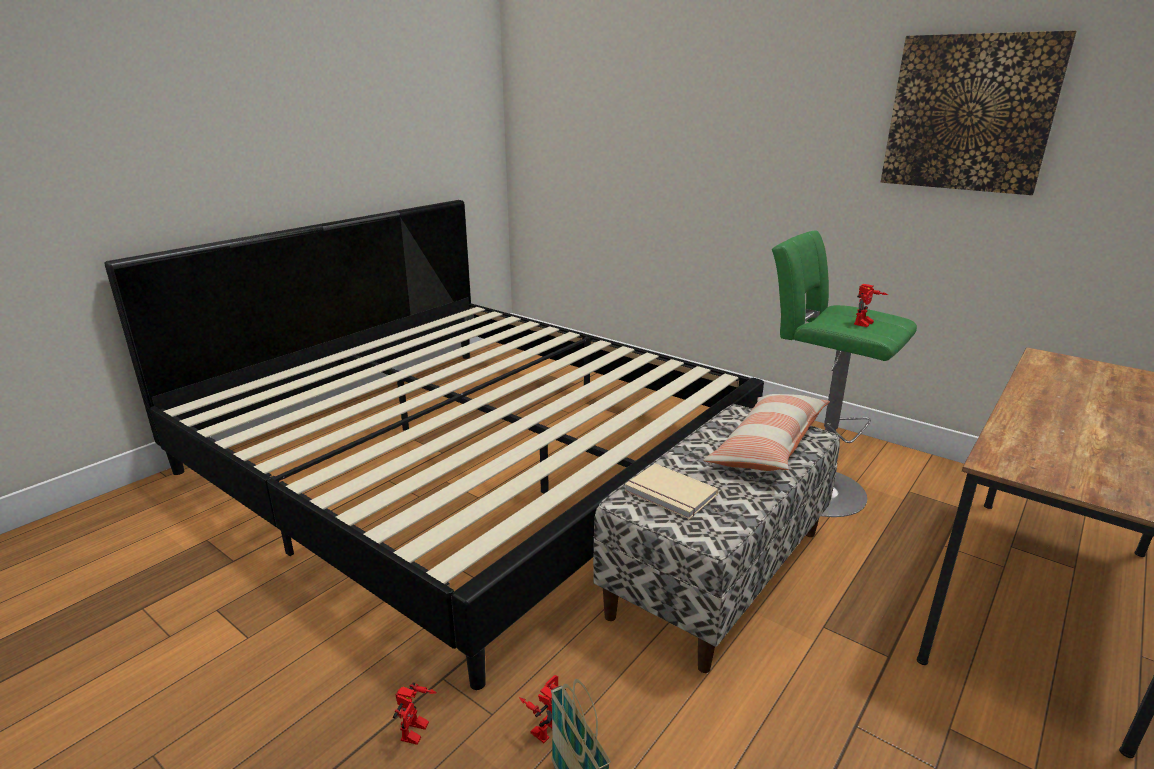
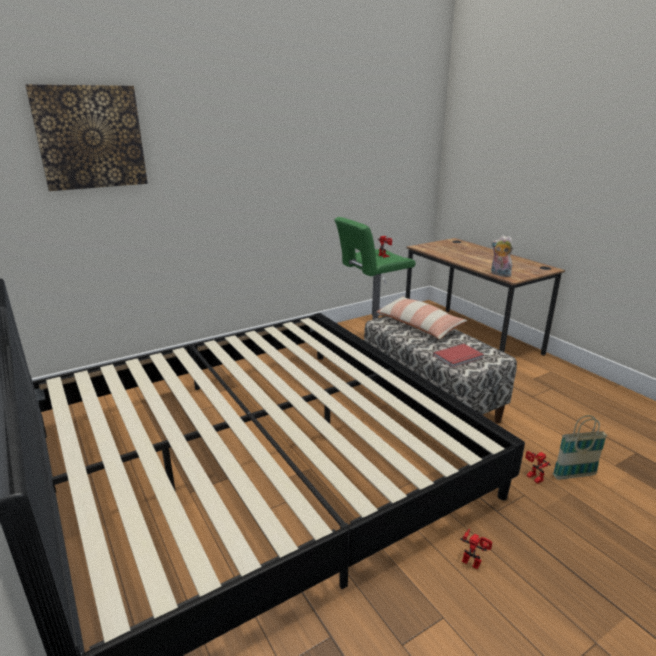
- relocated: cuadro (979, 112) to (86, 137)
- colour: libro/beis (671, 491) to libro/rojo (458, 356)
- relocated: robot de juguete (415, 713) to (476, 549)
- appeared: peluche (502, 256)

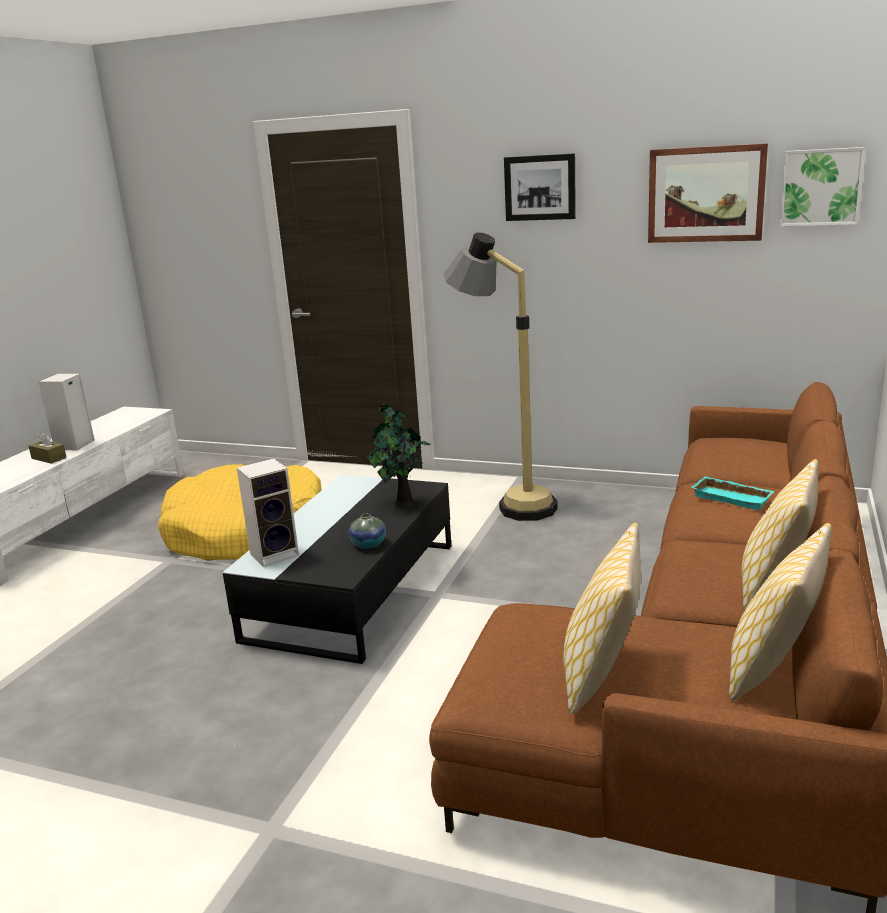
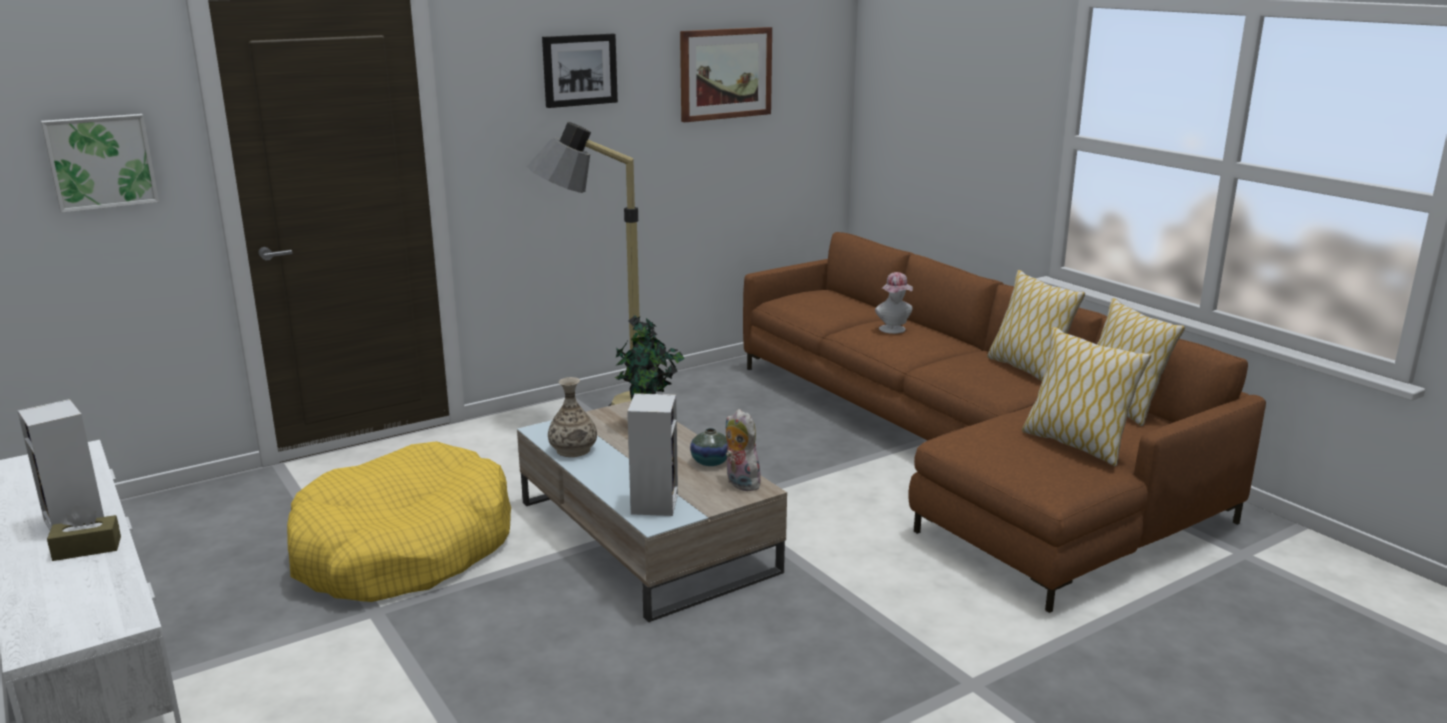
- relocated: cuadro (823, 186) to (100, 163)
- colour: mesa de centro/negro (337, 569) to mesa de centro/beis (652, 511)
- appeared: florero (572, 417)
- appeared: peluche (743, 450)
- exchanged: bandeja/turquesa (733, 493) to sombrero (894, 303)

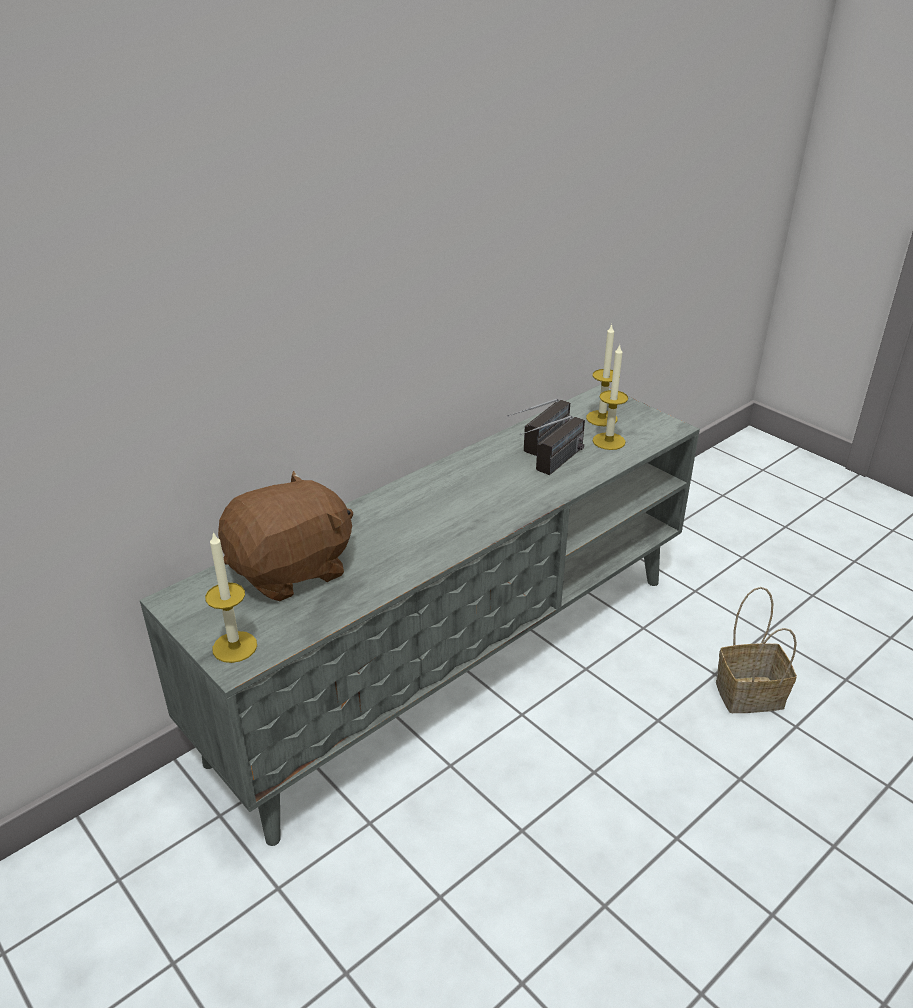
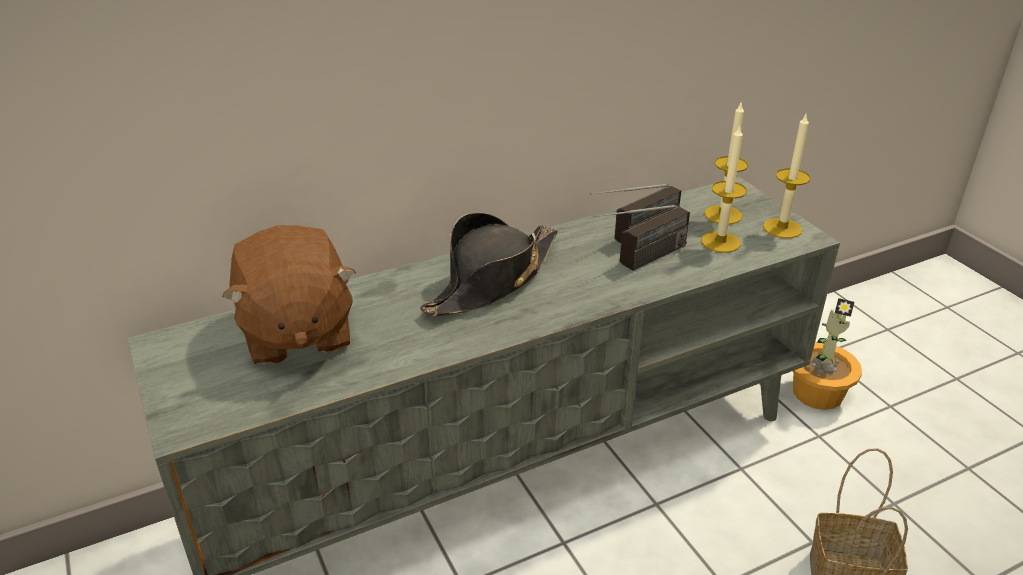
- spun: peluche/marrón (285, 536) = (289, 295) 90 degrees clockwise
- appeared: sombrero/negro (489, 264)
- relocated: vela (231, 597) to (787, 176)
- appeared: planta en maceta (827, 354)

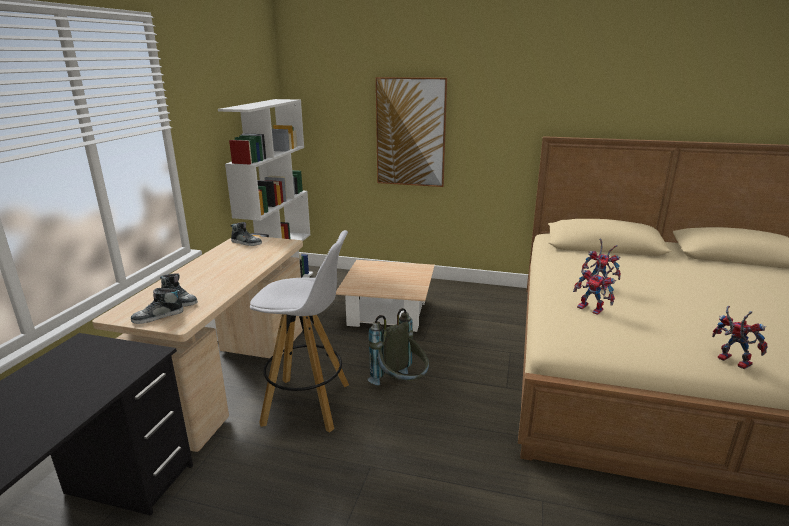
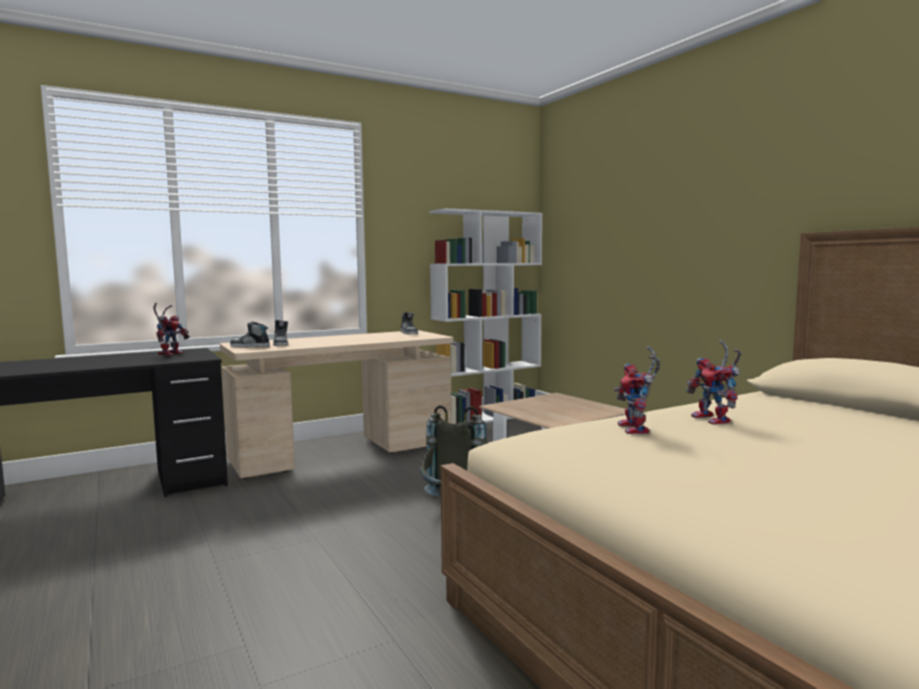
- relocated: robot de juguete (739, 337) to (171, 329)
- missing: taburete/blanco (299, 331)
- missing: cuadro (411, 132)

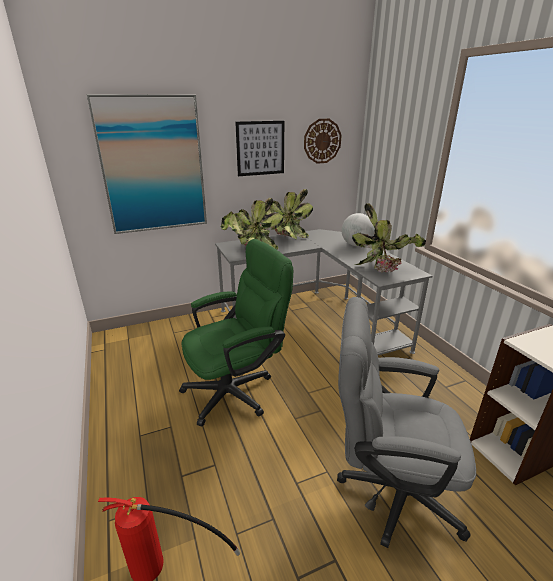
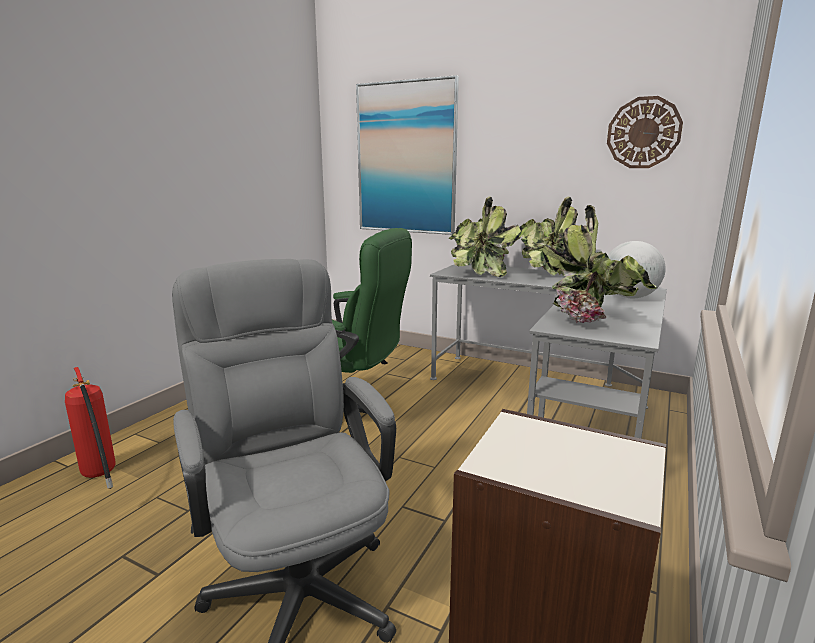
- missing: cuadro (259, 148)

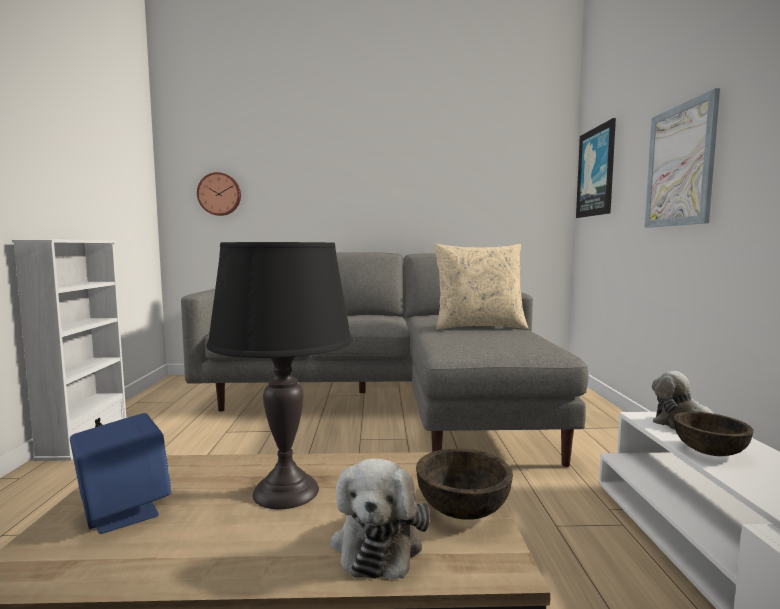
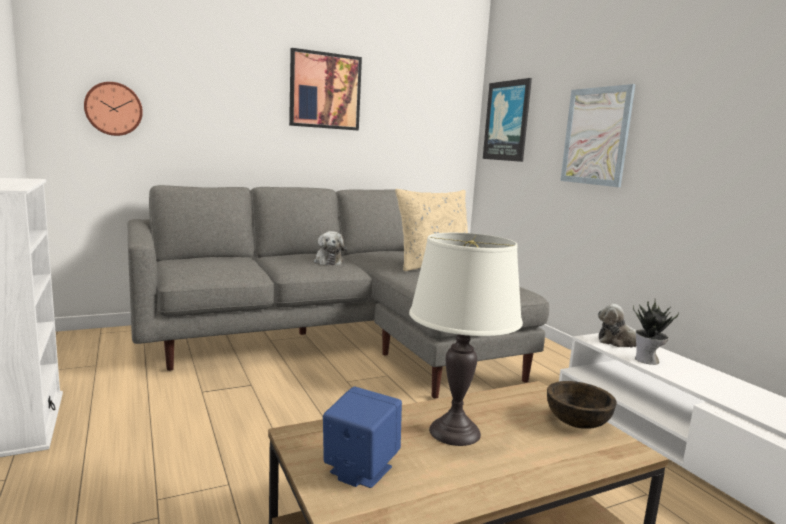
- appeared: cuadro (325, 89)
- relocated: peluche (380, 518) to (330, 248)
- colour: lámpara de mesa/negro (279, 375) to lámpara de mesa/blanco (466, 339)
- exchanged: cuenco/marrón (714, 433) to planta en maceta (656, 332)

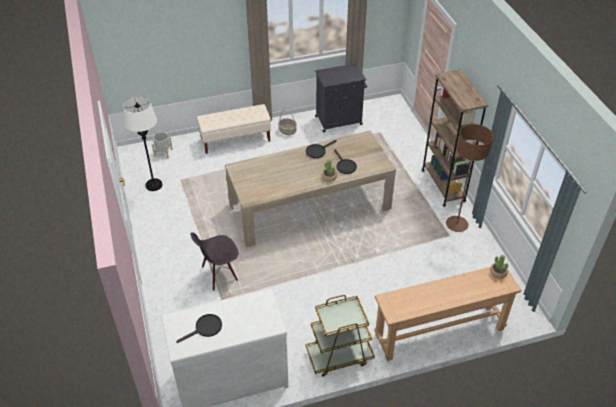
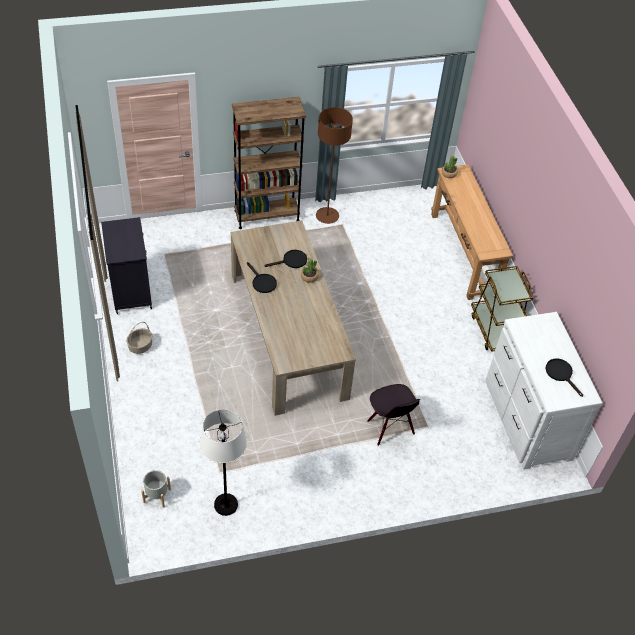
- missing: banco/beis (234, 129)

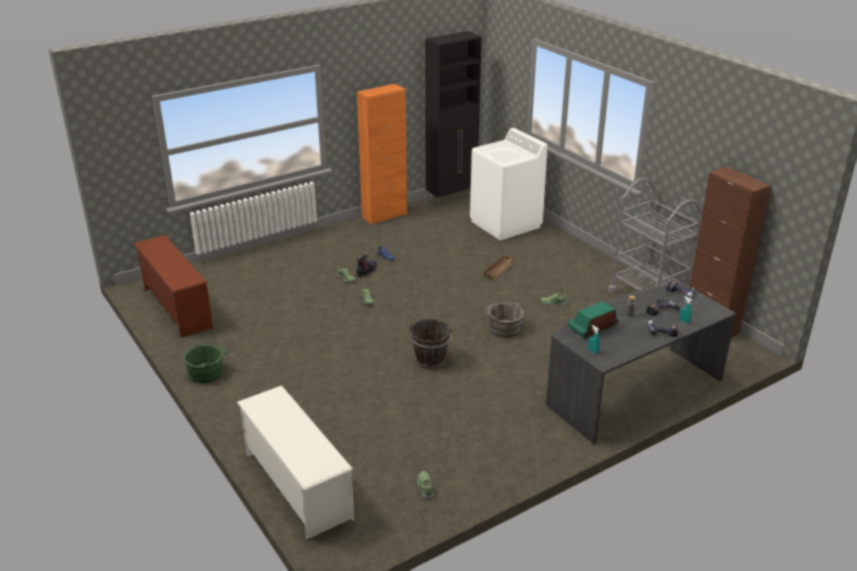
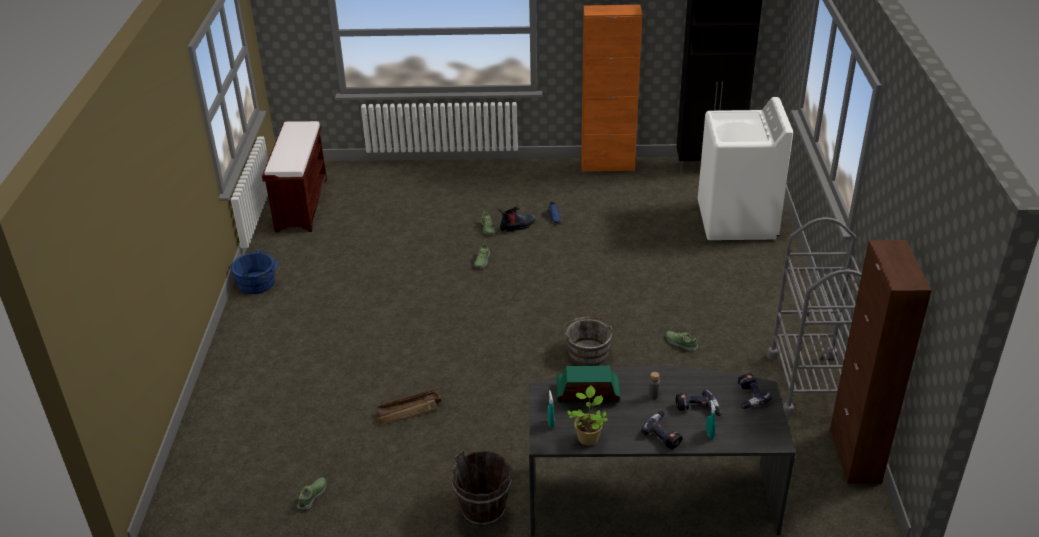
- colour: cubo/verde (205, 363) to cubo/azul (255, 271)
- exchanged: zapatero/marrón (173, 286) to banco/marrón (294, 176)
- relocated: caja de embalaje (498, 267) to (409, 407)
- relocated: cubo/marrón (431, 344) to (481, 488)
- appeared: planta en maceta (587, 415)
- missing: zapatero/blanco (295, 462)

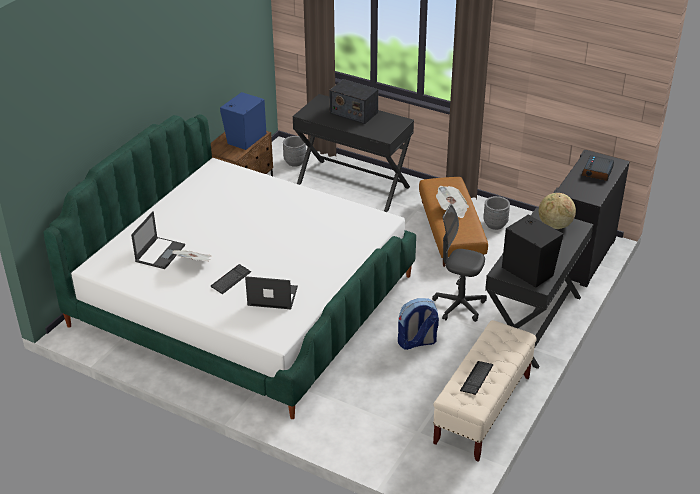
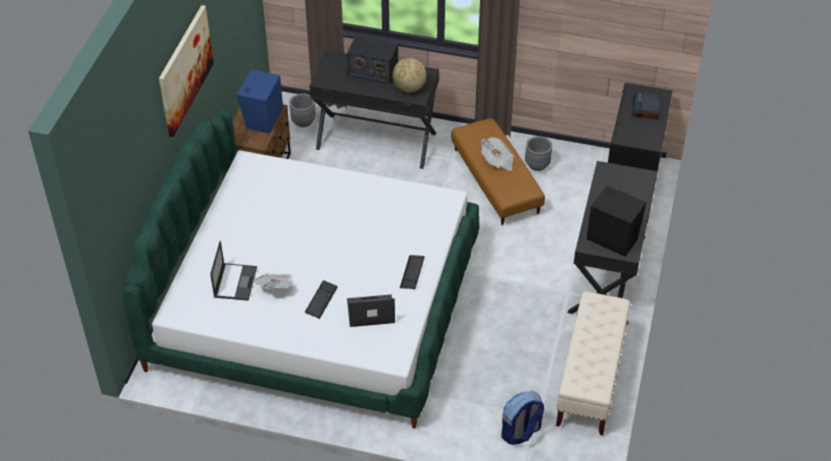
- appeared: cuadro (186, 71)
- relocated: globo terráqueo (557, 211) to (409, 75)
- relocated: teclado (476, 378) to (412, 272)
- relocated: mochila (418, 324) to (522, 418)
- missing: silla de oficina/gris (459, 263)

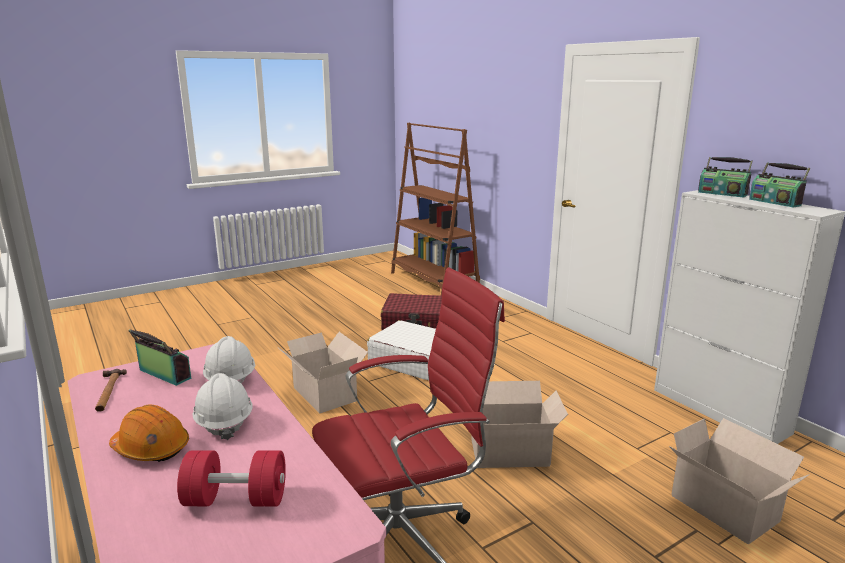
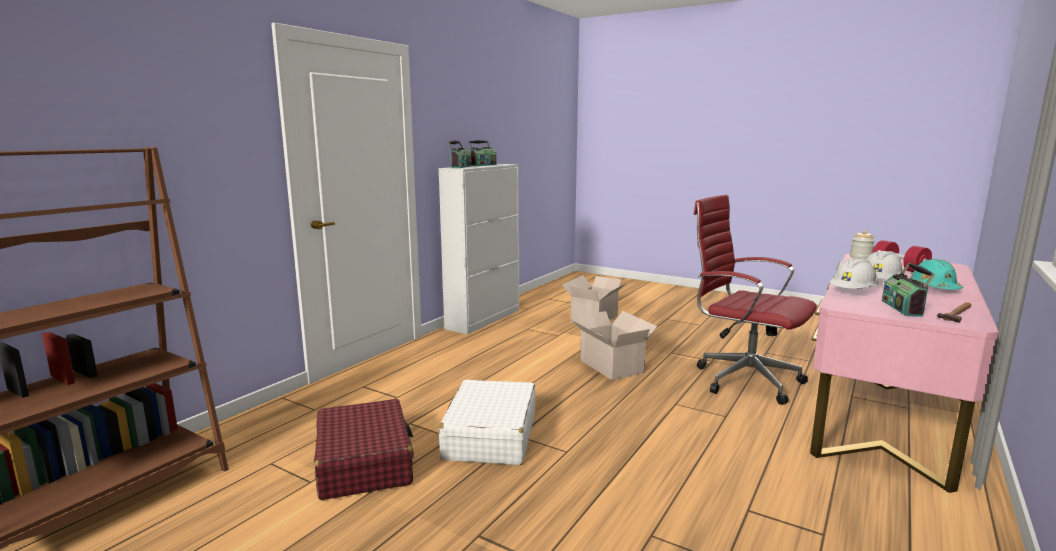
- appeared: tarro (862, 244)
- colour: casco/naranja (149, 433) to casco/turquesa (936, 274)
- missing: caja de cartón (322, 372)

